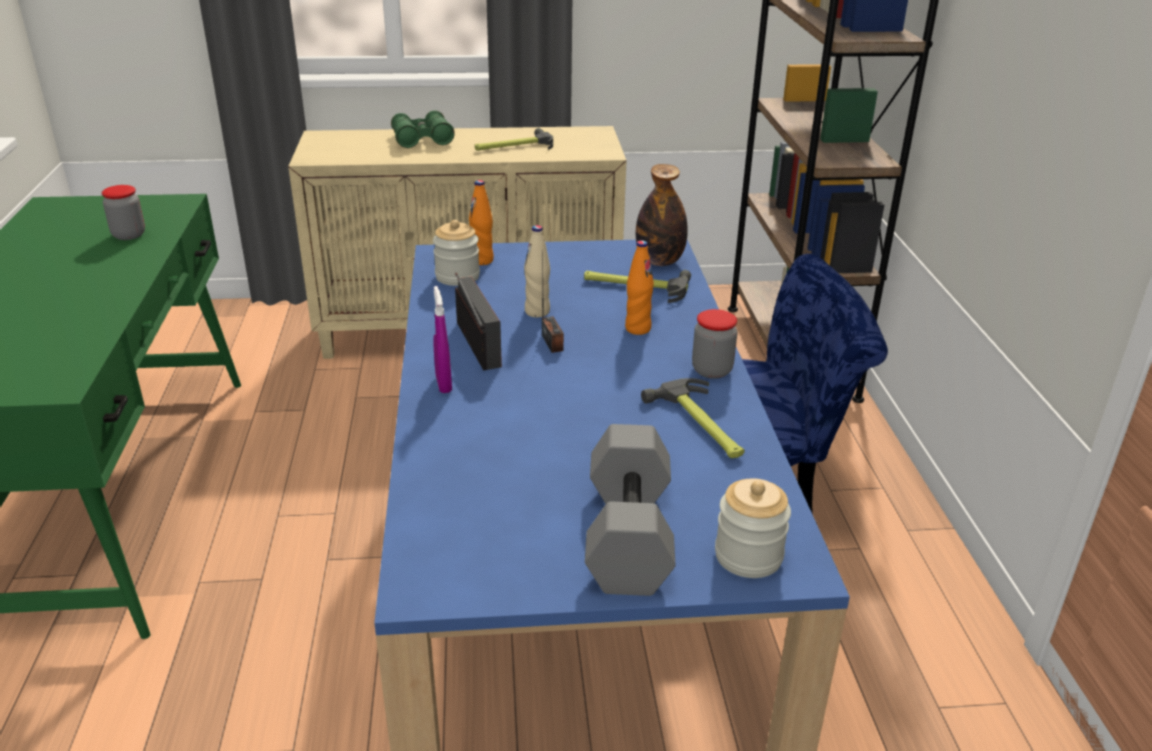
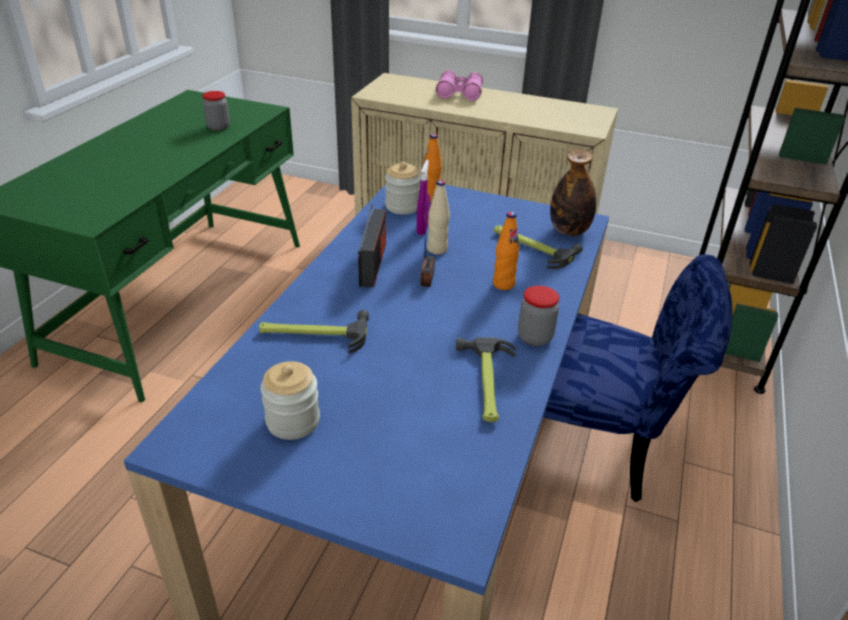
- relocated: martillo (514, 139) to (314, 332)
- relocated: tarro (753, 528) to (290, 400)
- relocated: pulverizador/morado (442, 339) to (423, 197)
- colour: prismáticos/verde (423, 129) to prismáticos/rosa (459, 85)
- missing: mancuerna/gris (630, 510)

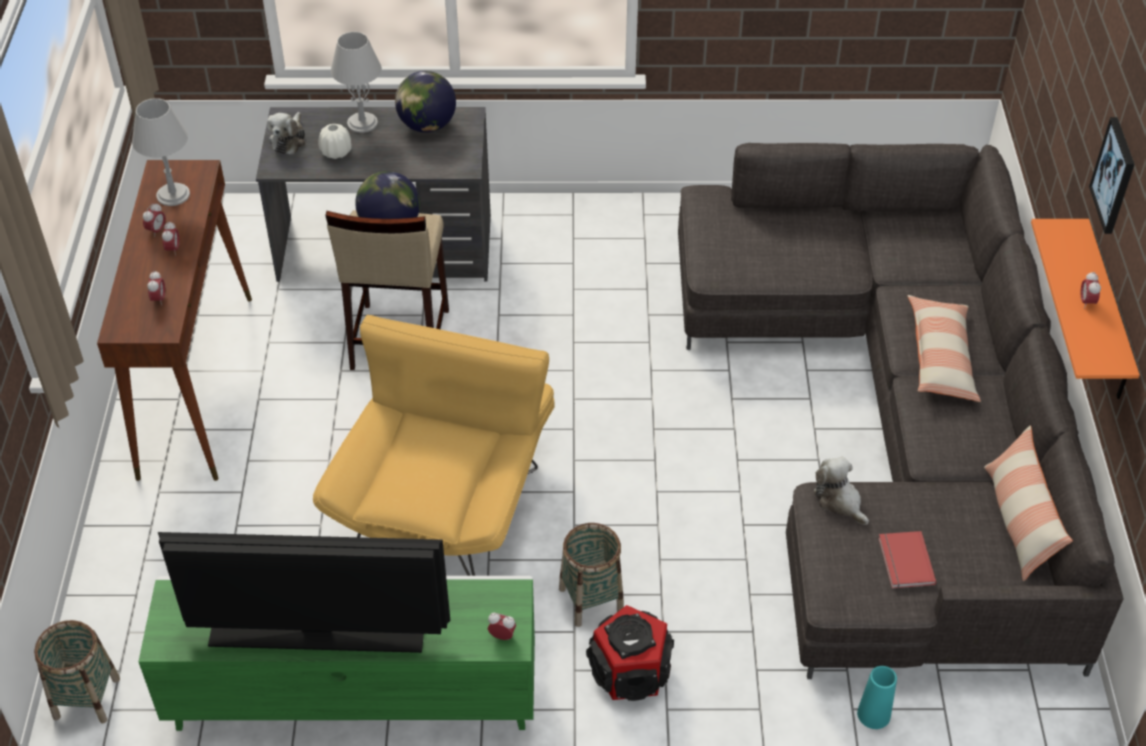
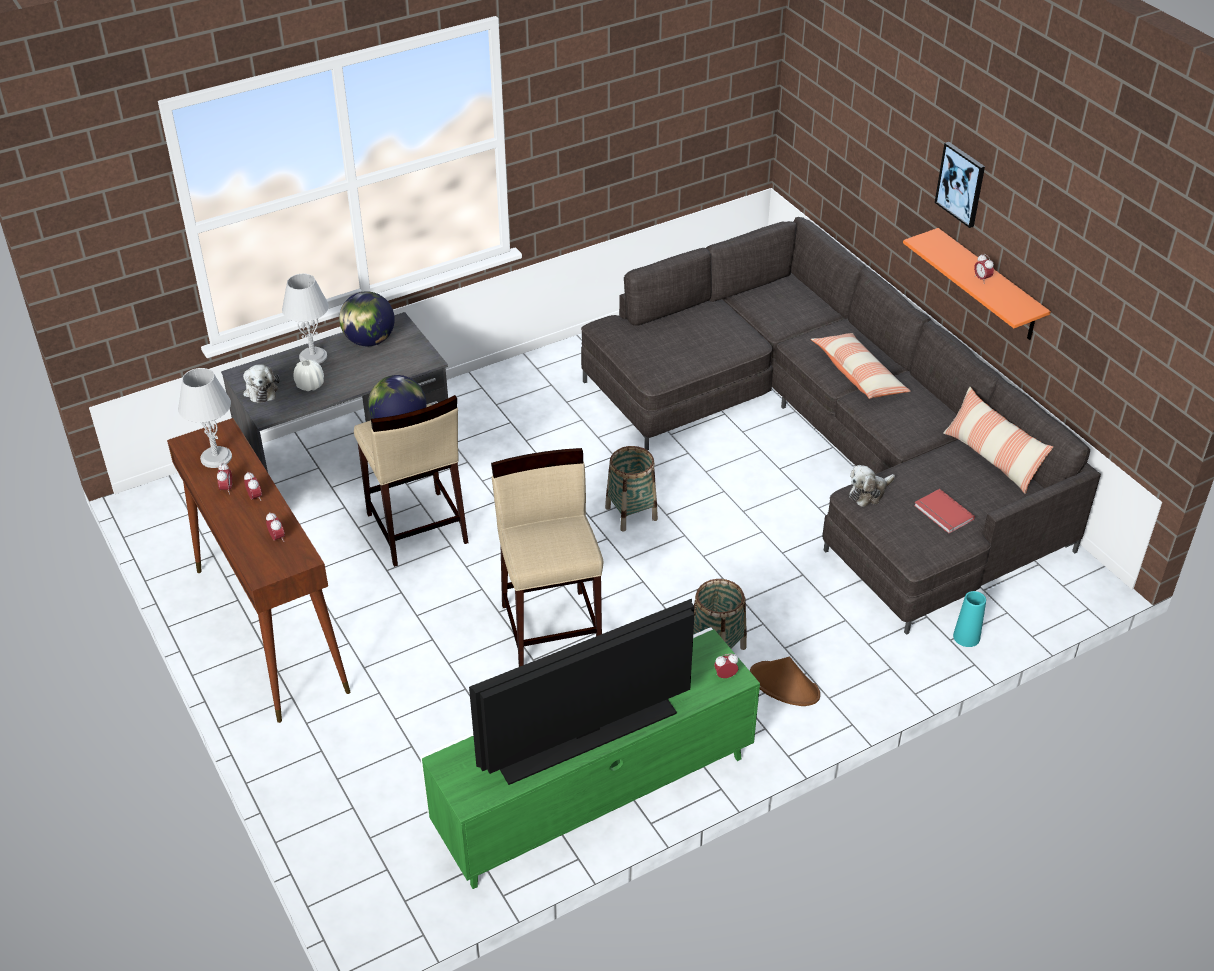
- exchanged: sillón/amarillo (434, 445) to taburete/beis (547, 557)
- relocated: cesta (77, 672) to (631, 489)
- exchanged: altavoz (630, 653) to sombrero/marrón (785, 681)
- spun: peluche (841, 490) = (872, 486) 60 degrees counterclockwise

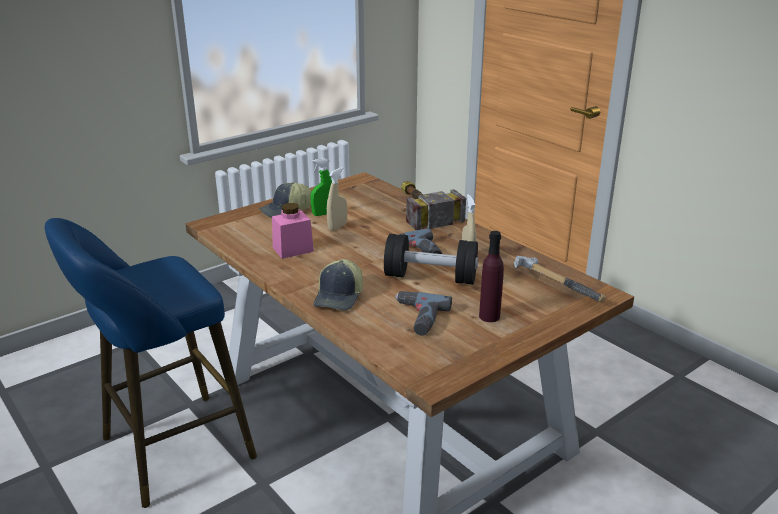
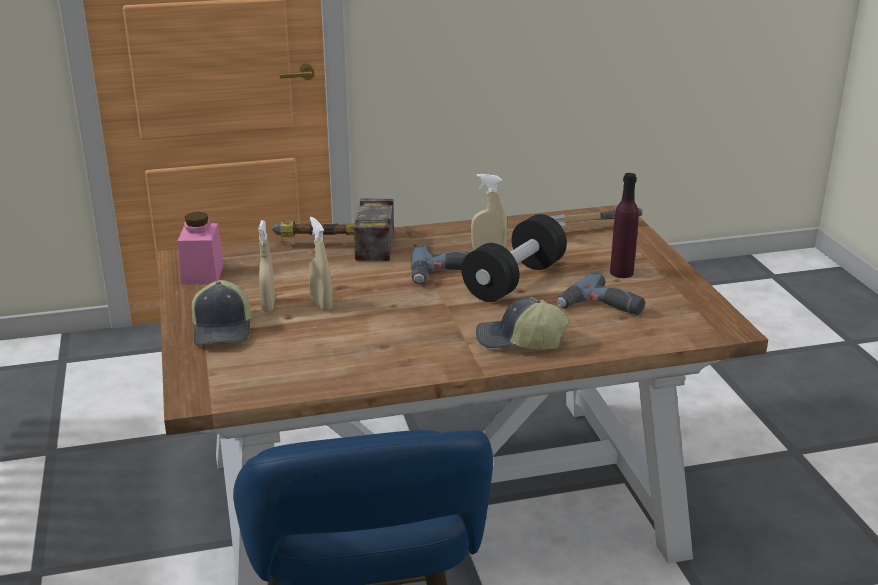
- relocated: tarro/rosa (293, 231) to (201, 248)
- colour: pulverizador/verde (321, 187) to pulverizador/beis (266, 266)
- spun: gorra (338, 284) = (522, 323) 150 degrees clockwise

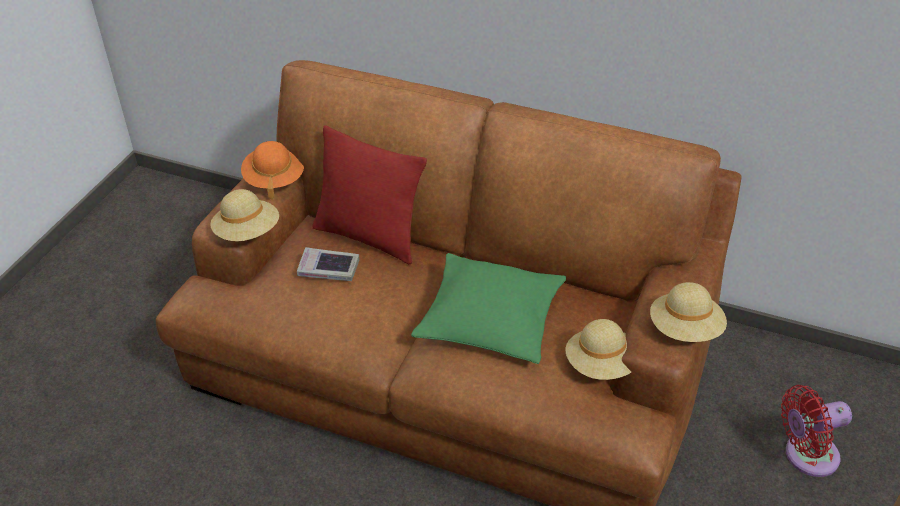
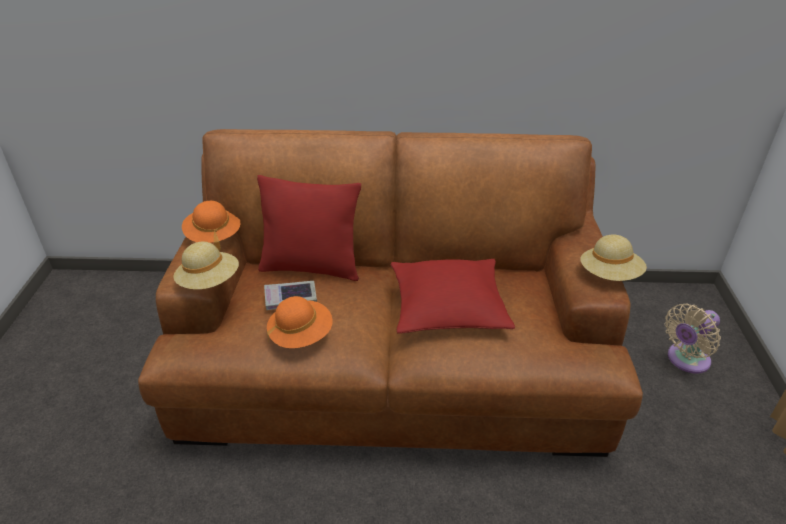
- appeared: sombrero/naranja (300, 322)
- colour: cojín/verde (488, 308) to cojín/rojo (452, 296)
- colour: ventilador/rojo (816, 431) to ventilador/beis (692, 338)
- missing: sombrero/beis (598, 349)

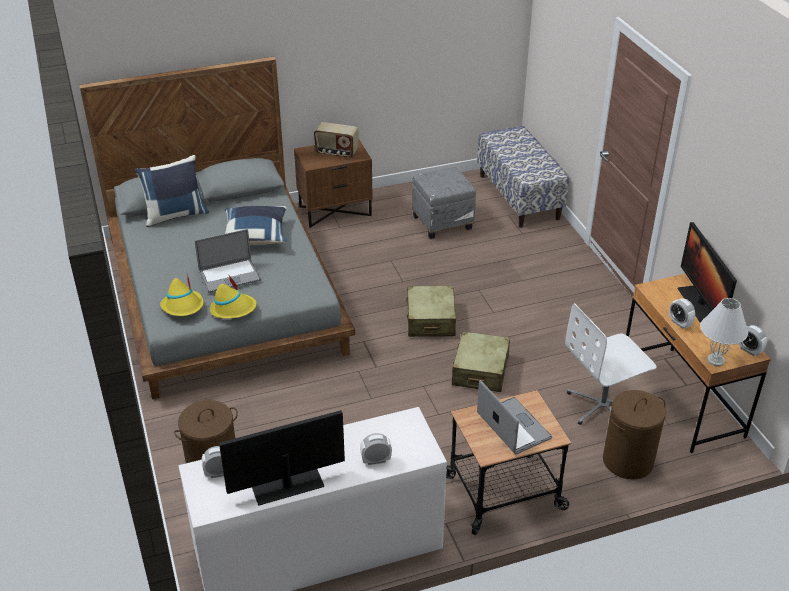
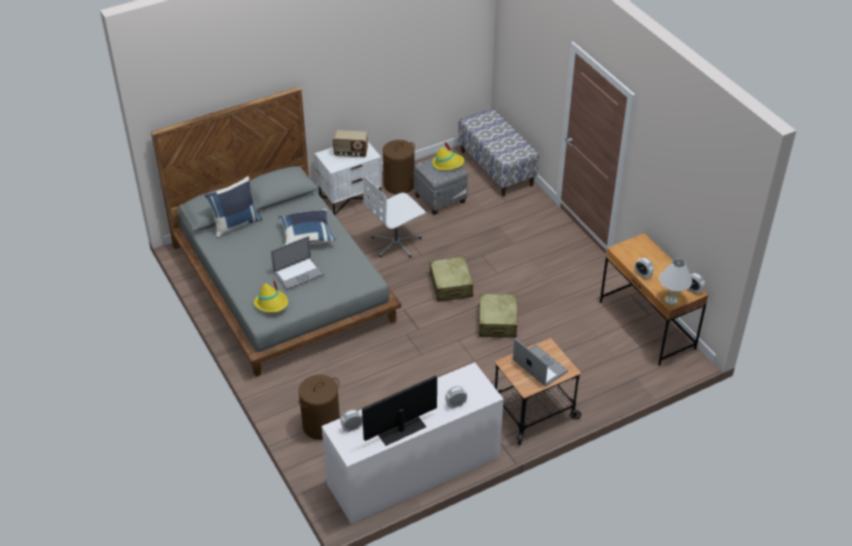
- colour: mesita de noche/marrón (333, 183) to mesita de noche/blanco (348, 178)
- relocated: silla de oficina/blanco (611, 364) to (394, 217)
- relocated: cesto de la ropa/marrón (634, 434) to (399, 167)
- relocated: sombrero/amarillo (233, 296) to (448, 155)
- missing: monitor (707, 272)

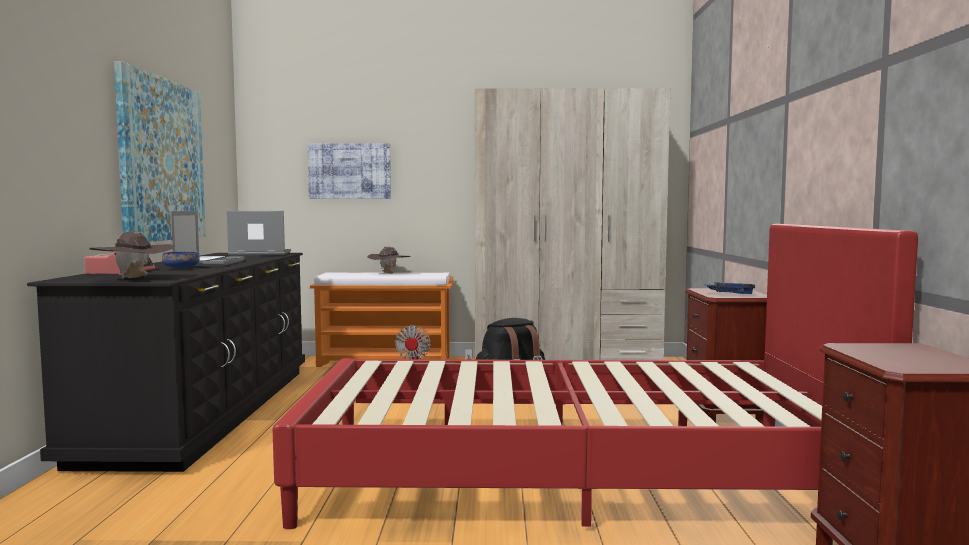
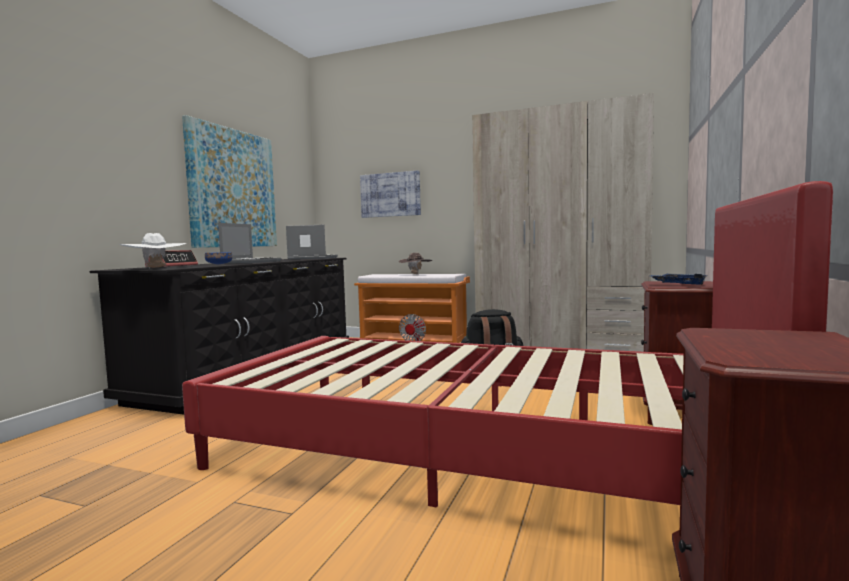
- colour: sombrero/marrón (131, 255) to sombrero/blanco (152, 251)

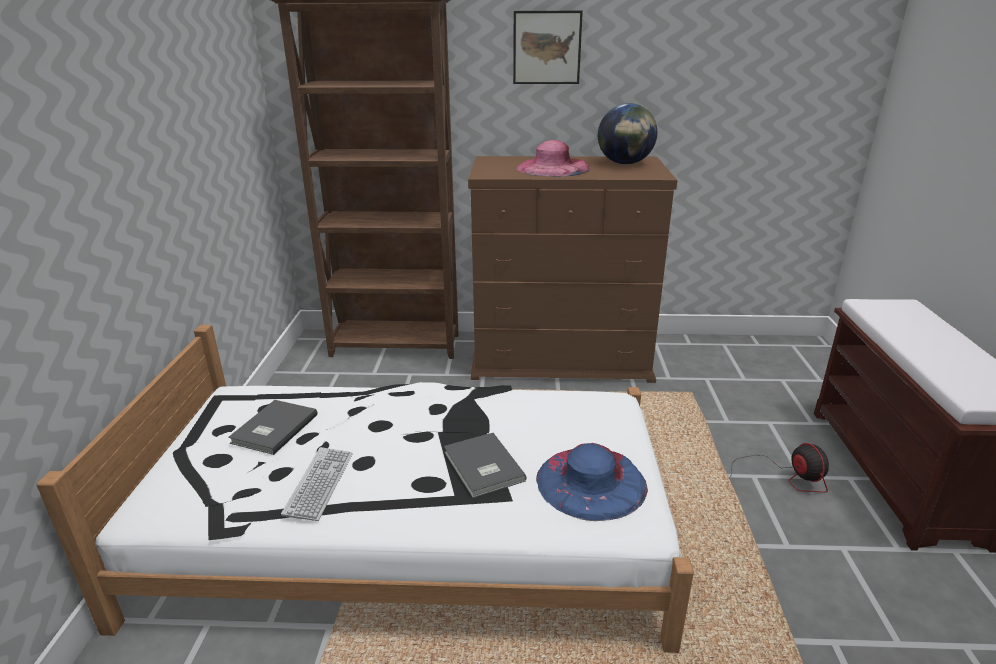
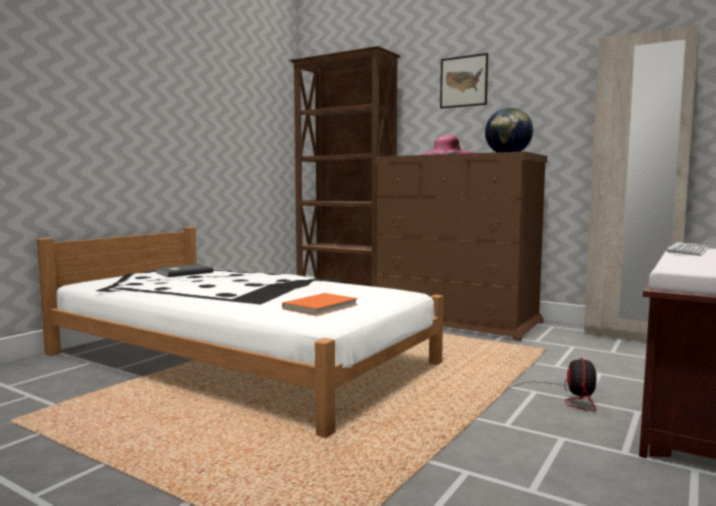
- exchanged: sombrero/azul (592, 482) to libro/naranja (320, 304)
- appeared: armario ropero/beis (641, 183)
- relocated: teclado (317, 484) to (687, 249)
- missing: libro/gris (485, 465)

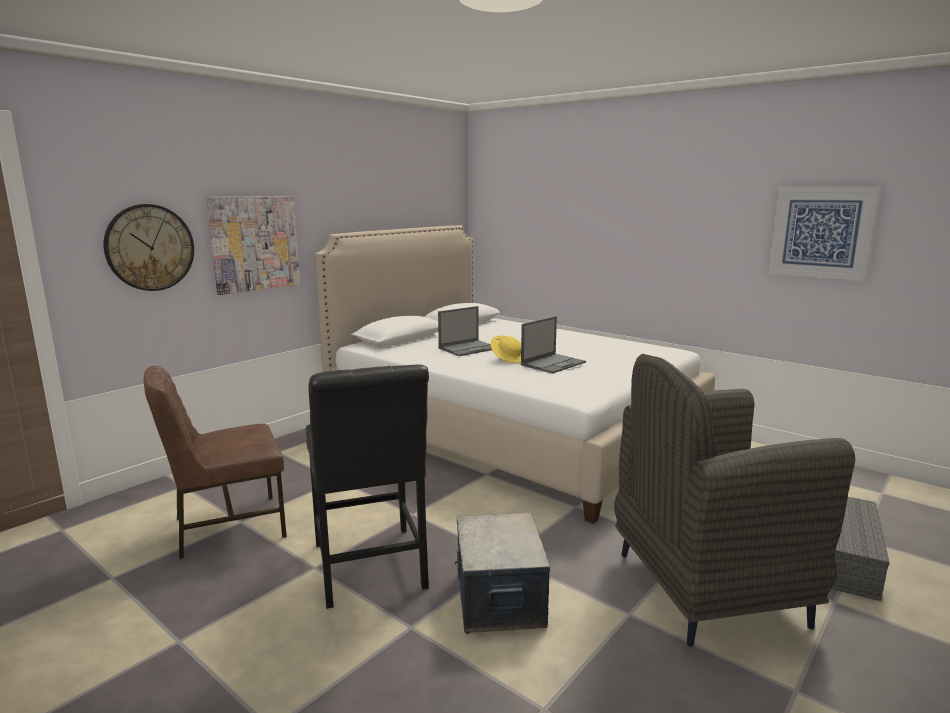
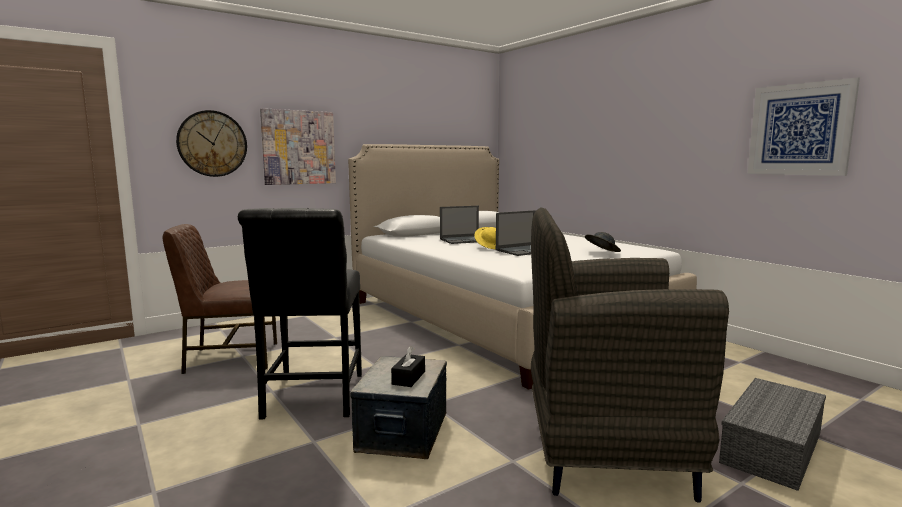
- appeared: caja de pañuelos/negro (408, 366)
- appeared: sombrero/gris (603, 242)

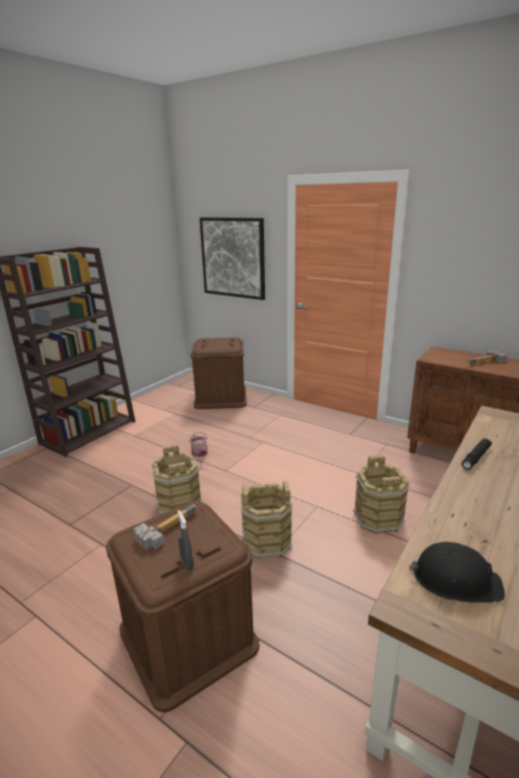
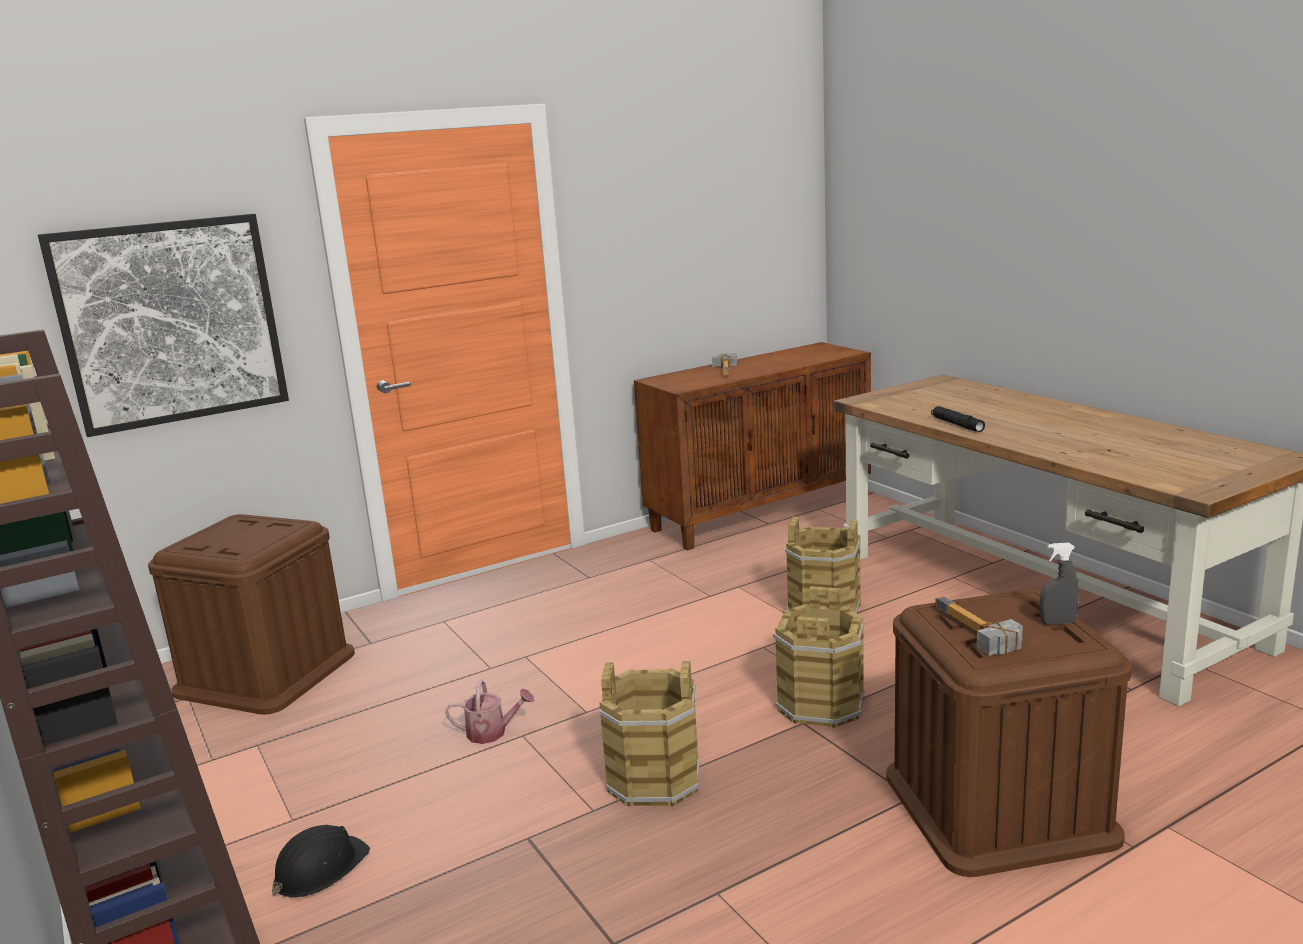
- relocated: casco/negro (457, 572) to (321, 861)

